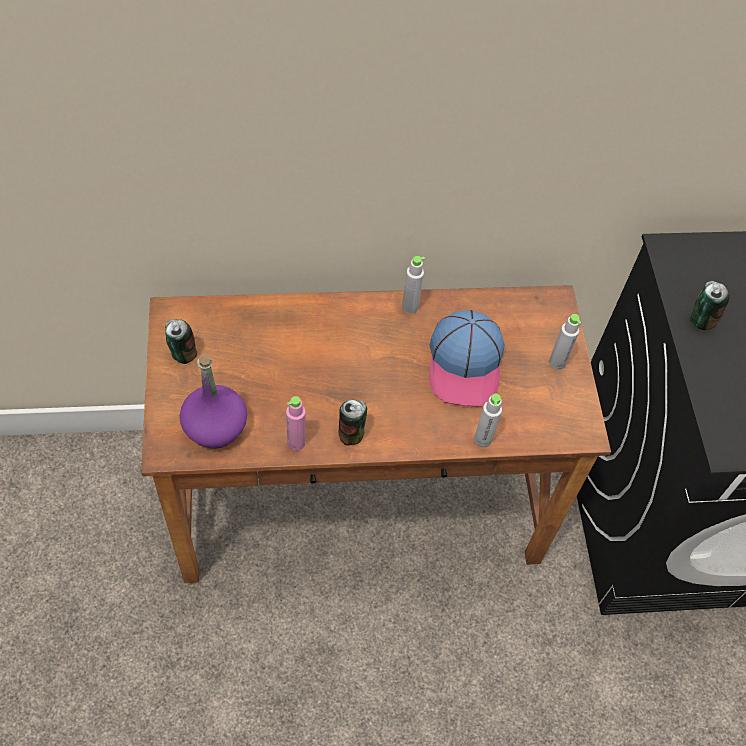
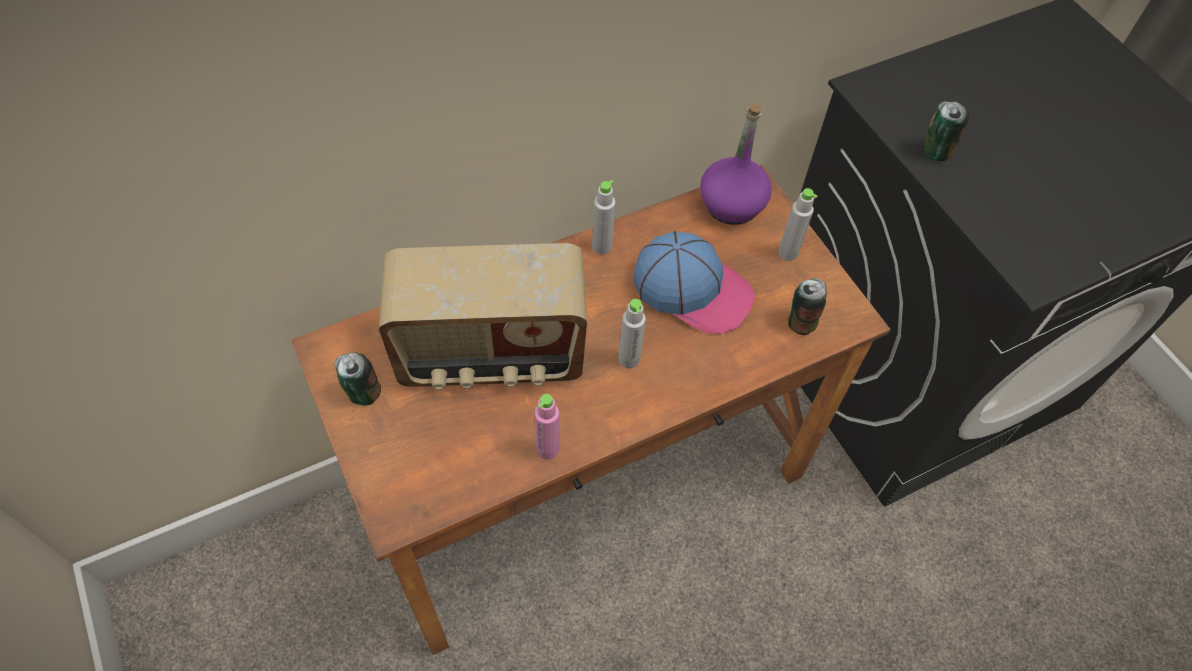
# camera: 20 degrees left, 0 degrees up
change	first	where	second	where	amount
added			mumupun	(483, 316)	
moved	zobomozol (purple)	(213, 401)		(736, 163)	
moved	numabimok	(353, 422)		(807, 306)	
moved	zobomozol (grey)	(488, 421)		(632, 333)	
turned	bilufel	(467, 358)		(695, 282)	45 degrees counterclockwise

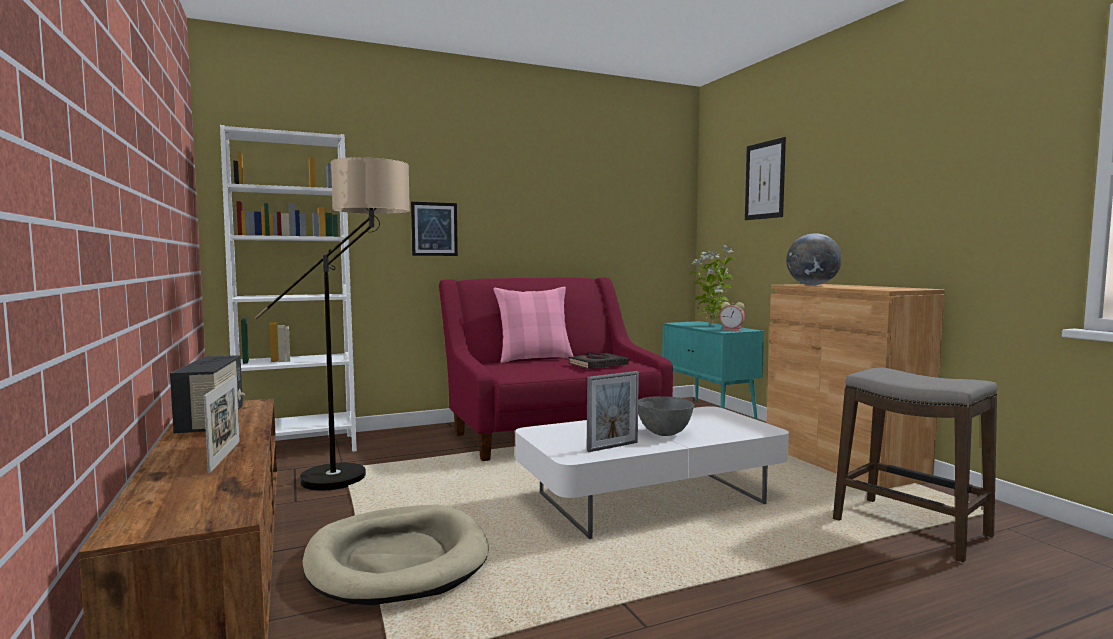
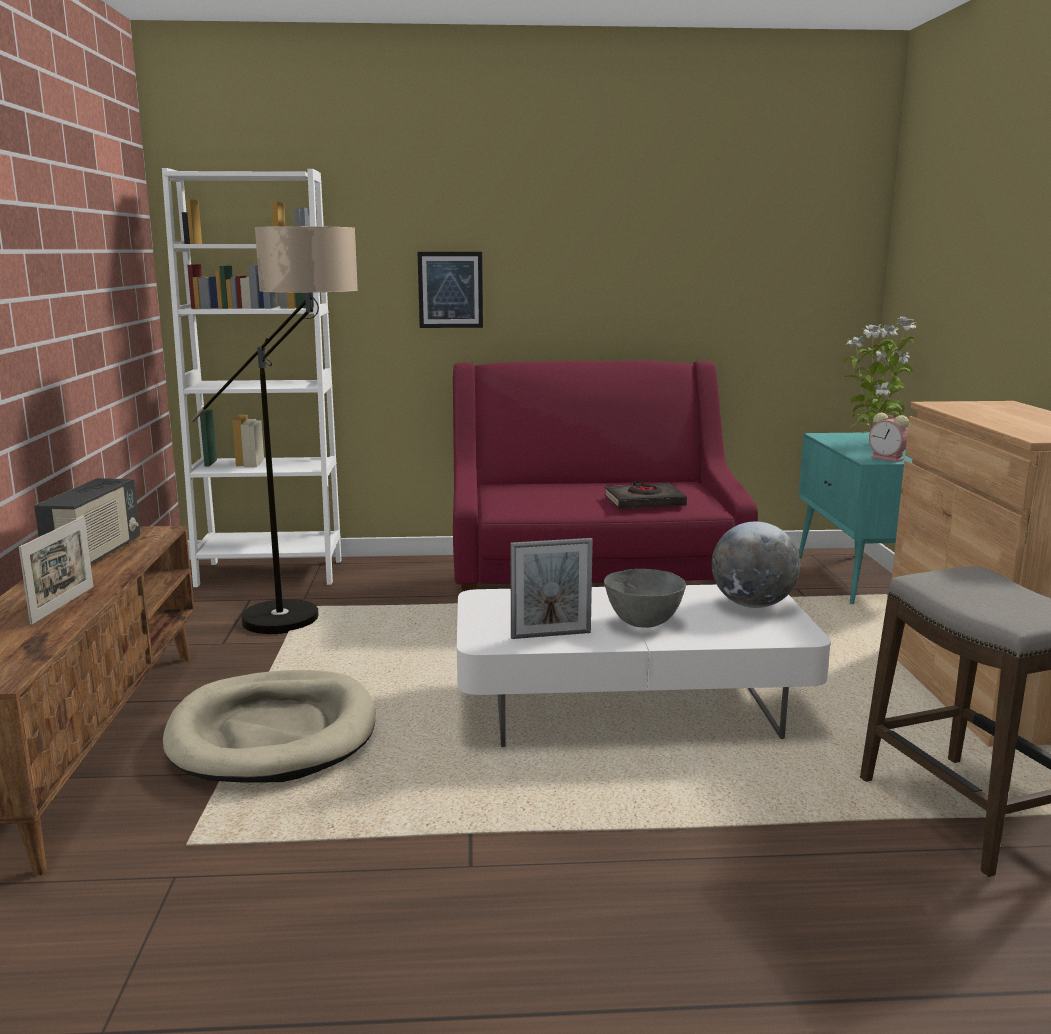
# camera: 20 degrees right, 10 degrees up
change	first	where	second	where	amount
removed	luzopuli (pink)	(533, 325)			
removed	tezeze	(765, 178)			
moved	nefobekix	(814, 259)		(756, 564)	

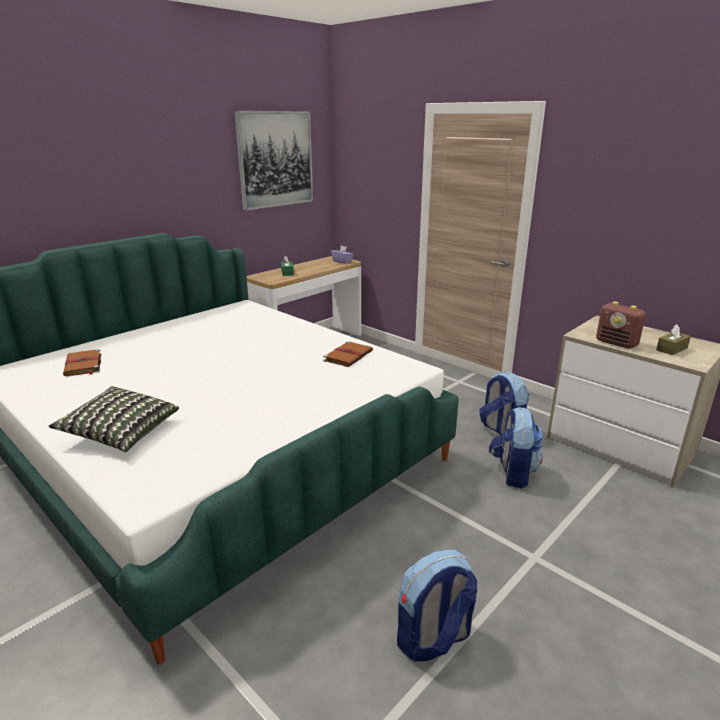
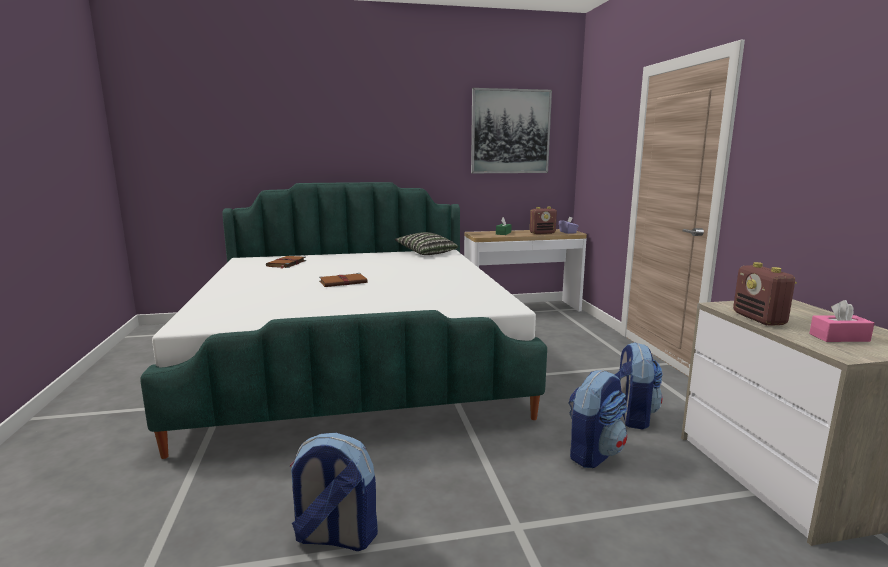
# camera: 35 degrees right, 10 degrees down
change	first	where	second	where	amount
added			mumupun	(543, 220)	
moved	luzopuli	(114, 419)		(426, 243)	
moved	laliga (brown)	(348, 354)		(343, 280)	
recoloured	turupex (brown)	(673, 339)	turupex (pink)	(841, 321)	

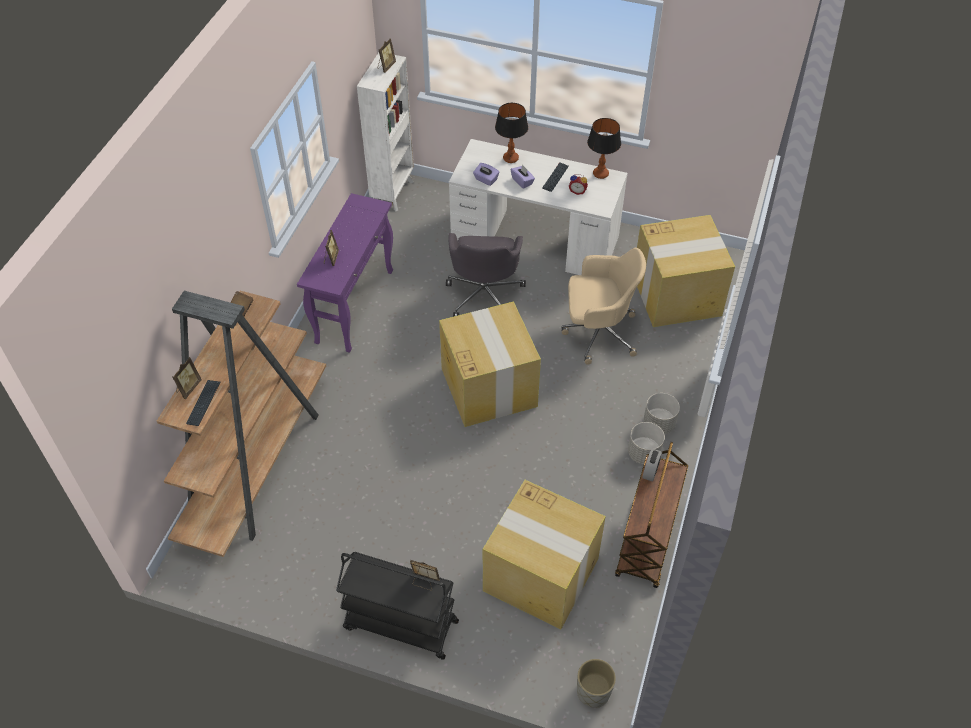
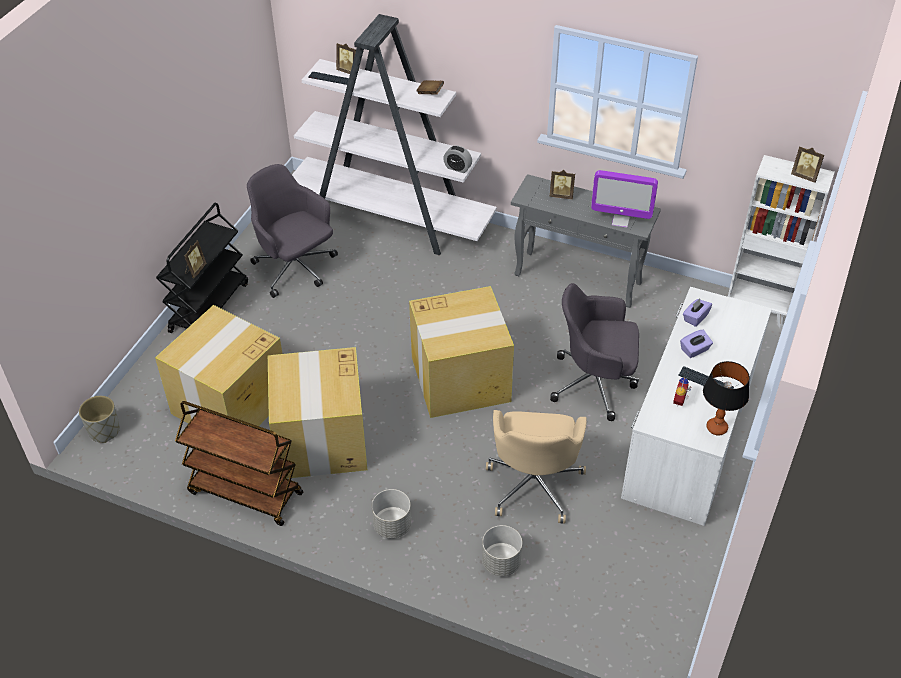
# camera: 95 degrees right, 5 degrees down
change	first	where	second	where	amount
removed	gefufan	(511, 133)			
added			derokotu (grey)	(292, 231)	
added			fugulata	(624, 199)	
moved	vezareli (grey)	(646, 443)		(502, 550)	
moved	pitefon	(686, 271)		(317, 413)	
moved	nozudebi	(652, 465)		(457, 159)	
recoloured	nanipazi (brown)	(241, 424)	nanipazi (white)	(394, 134)	
recoloured	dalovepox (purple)	(345, 273)	dalovepox (grey)	(586, 241)	

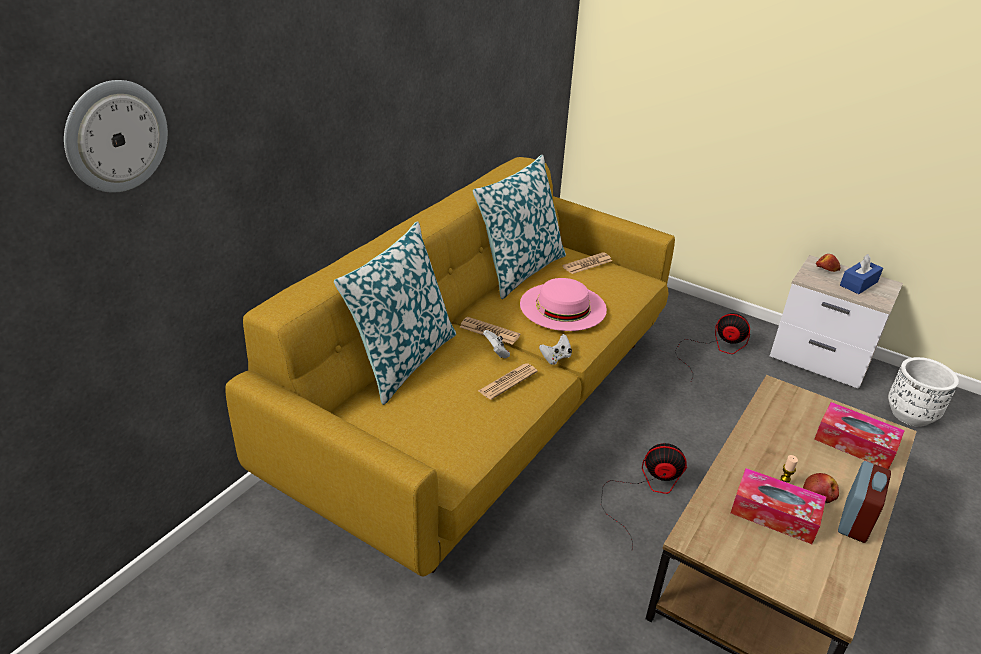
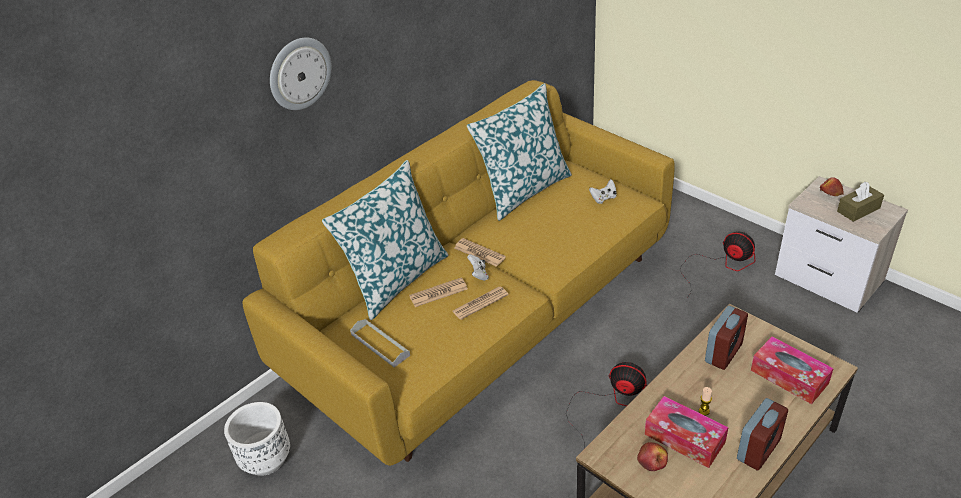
# camera: 15 degrees right, 5 degrees up
change	first	where	second	where	amount
removed	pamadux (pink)	(563, 304)			
added			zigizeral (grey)	(380, 343)	
added			nozudebi	(726, 338)	
moved	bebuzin	(116, 136)		(301, 74)	
moved	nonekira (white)	(555, 349)		(603, 191)	
moved	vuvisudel	(587, 263)		(438, 292)	
moved	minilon	(821, 488)		(652, 456)	
moved	vezareli (white)	(923, 392)		(257, 439)	
recoloured	turupex (blue)	(861, 274)	turupex (brown)	(860, 202)	

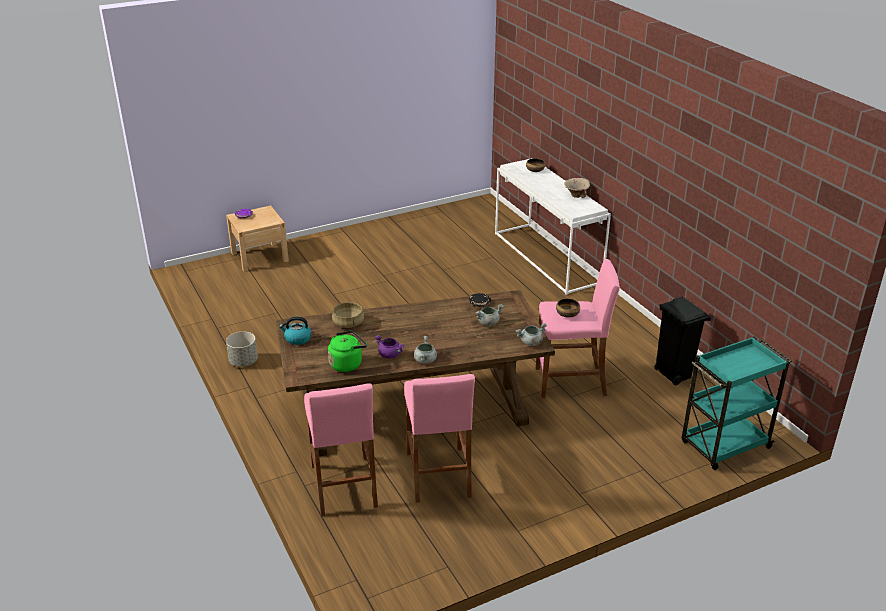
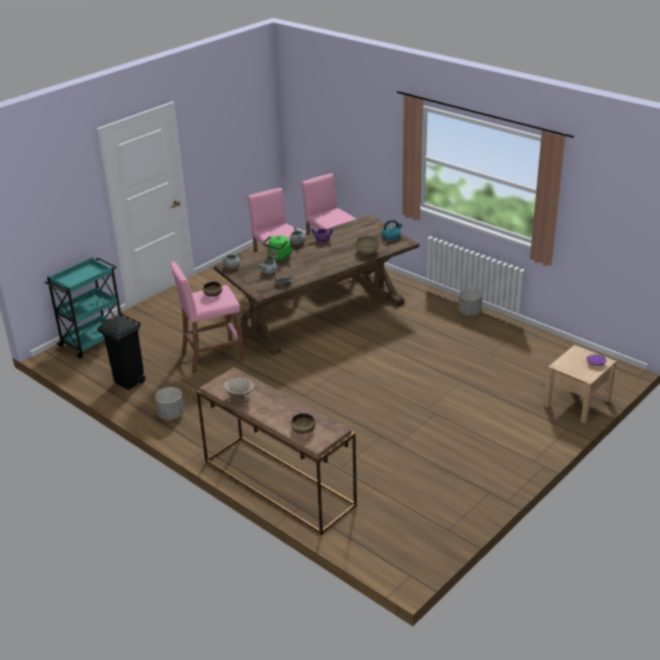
# camera: 160 degrees right, 0 degrees up
change	first	where	second	where	amount
added			vezareli (grey)	(169, 403)	
moved	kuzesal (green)	(347, 351)		(278, 248)	
recoloured	dalovepox (white)	(553, 226)	dalovepox (brown)	(276, 451)	

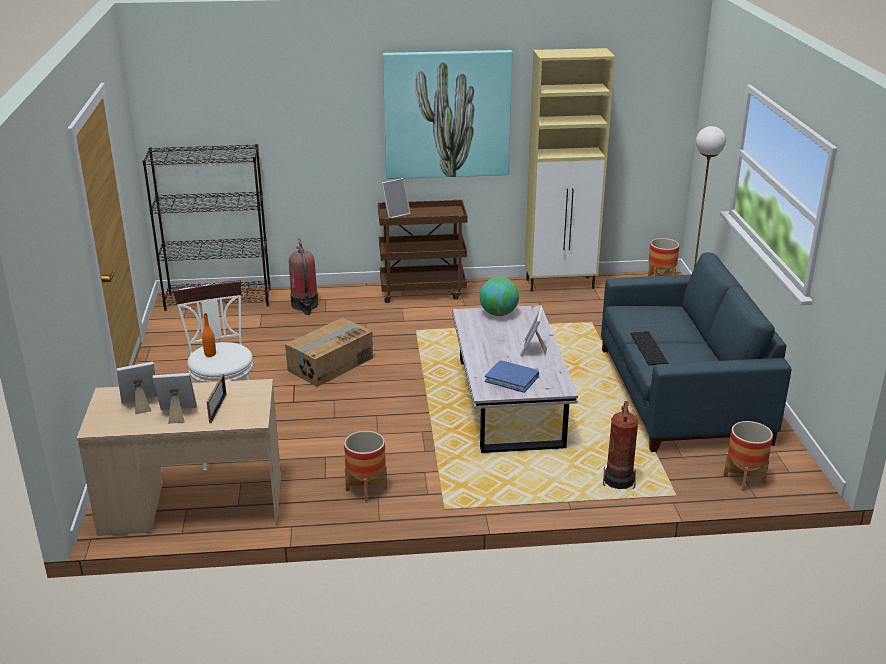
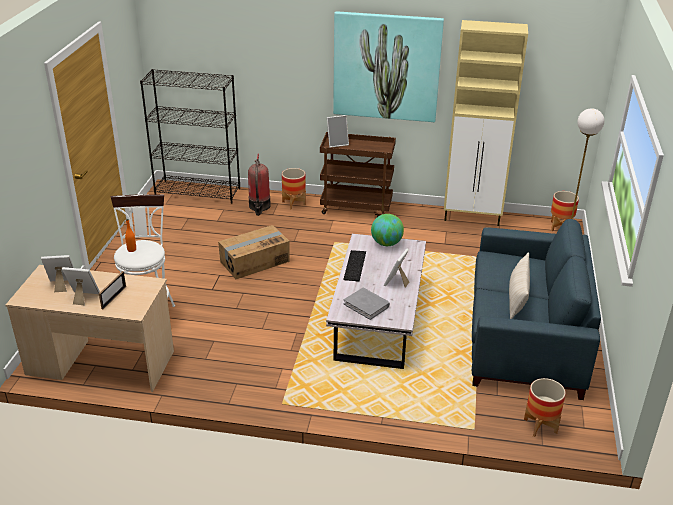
# camera: 15 degrees right, 5 degrees up
change	first	where	second	where	amount
removed	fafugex	(621, 445)			
added			luzopuli (beige)	(519, 285)	
moved	vezareli	(365, 466)		(294, 189)	
moved	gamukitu	(649, 348)		(354, 266)	
recoloured	laliga (blue)	(512, 376)	laliga (grey)	(366, 304)	

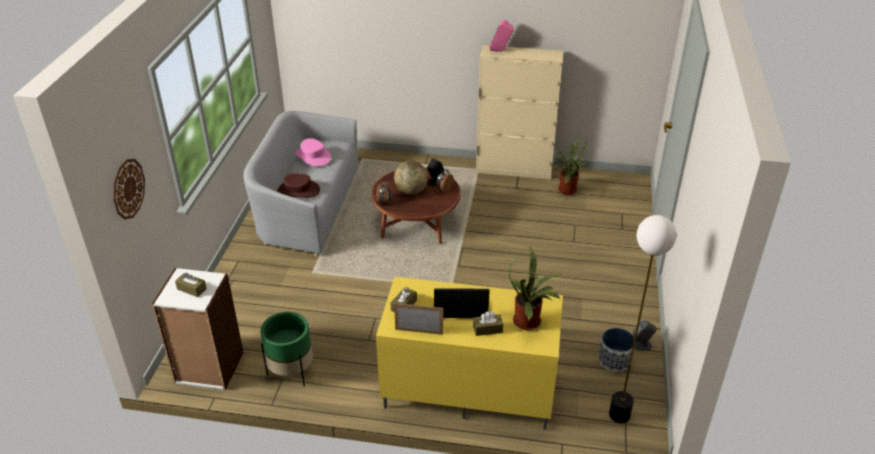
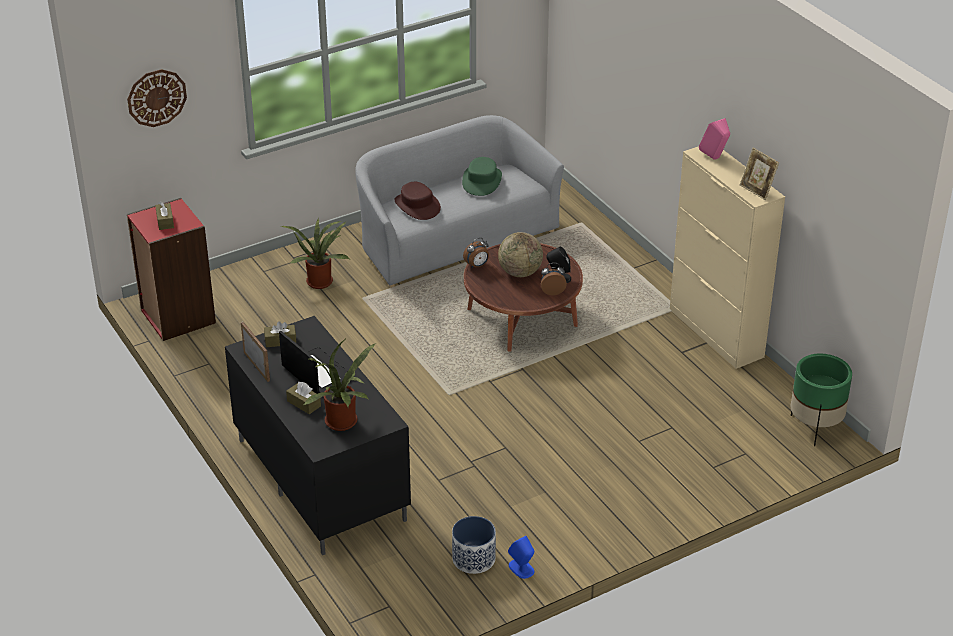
# camera: 50 degrees right, 0 degrees up
change	first	where	second	where	amount
removed	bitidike	(643, 319)			
added			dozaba	(759, 174)	
moved	vezareli (green)	(286, 349)		(821, 400)	
moved	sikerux	(570, 166)		(314, 254)	
recoloured	nanipazi (white)	(198, 329)	nanipazi (red)	(171, 269)	
recoloured	pamadux (pink)	(313, 152)	pamadux (green)	(482, 176)	
recoloured	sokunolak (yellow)	(469, 353)	sokunolak (black)	(318, 435)	
recoloured	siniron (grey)	(645, 335)	siniron (blue)	(521, 557)	

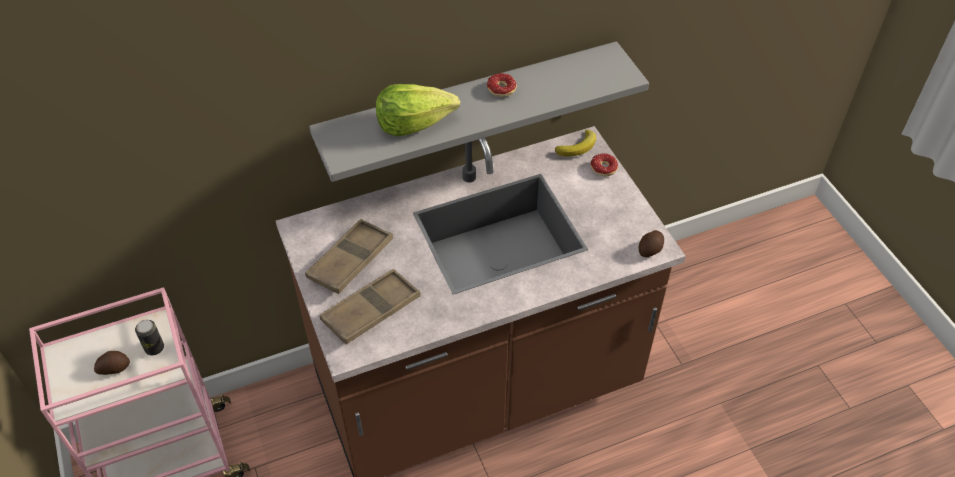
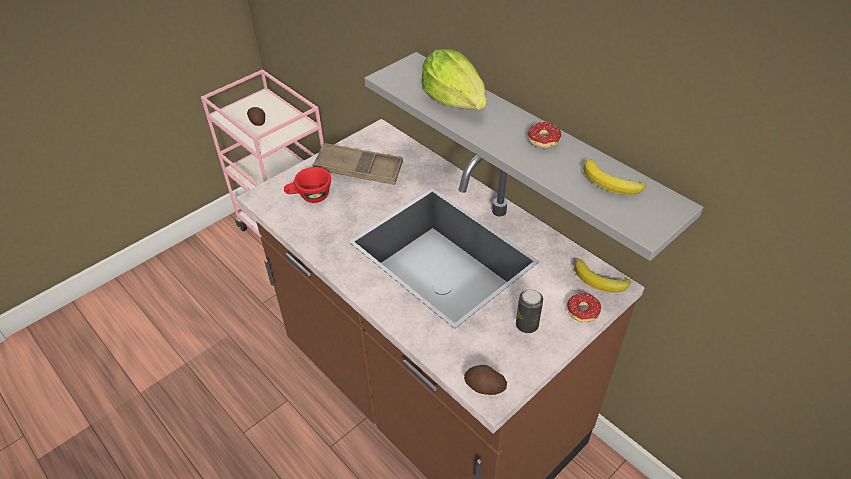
# camera: 70 degrees right, 5 degrees down
change	first	where	second	where	amount
added			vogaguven	(614, 177)	
moved	numabimok	(149, 337)		(529, 311)	
replaced	zigizeral (brown)	(370, 307)	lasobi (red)	(307, 185)	

